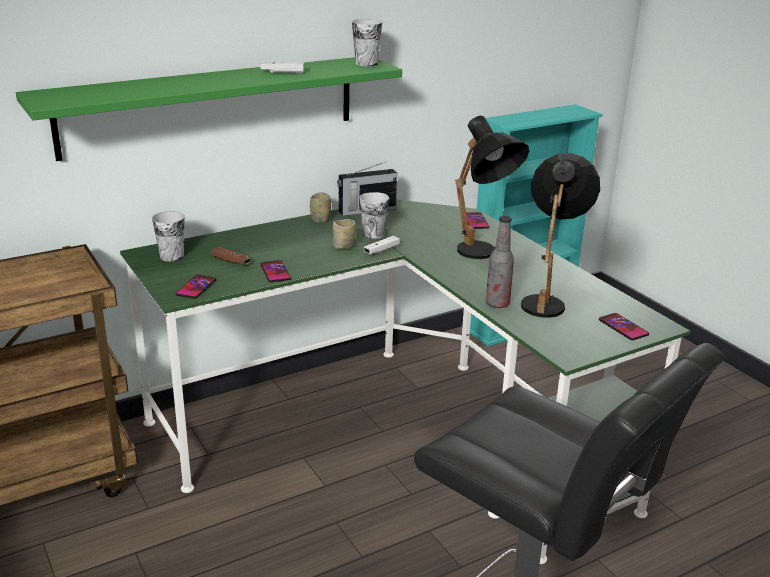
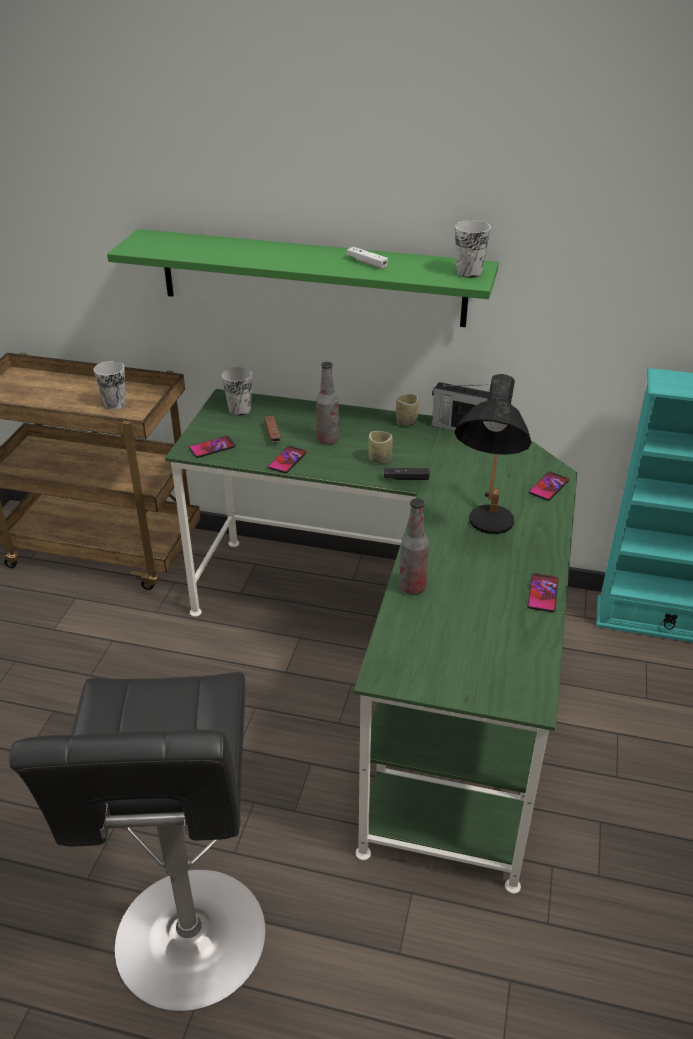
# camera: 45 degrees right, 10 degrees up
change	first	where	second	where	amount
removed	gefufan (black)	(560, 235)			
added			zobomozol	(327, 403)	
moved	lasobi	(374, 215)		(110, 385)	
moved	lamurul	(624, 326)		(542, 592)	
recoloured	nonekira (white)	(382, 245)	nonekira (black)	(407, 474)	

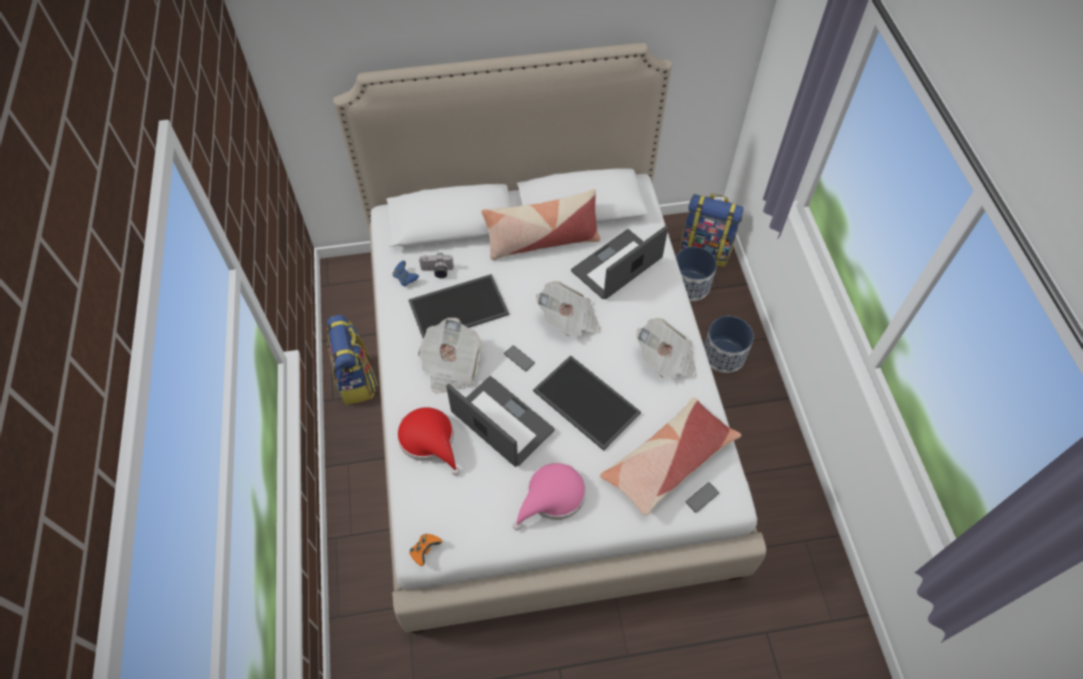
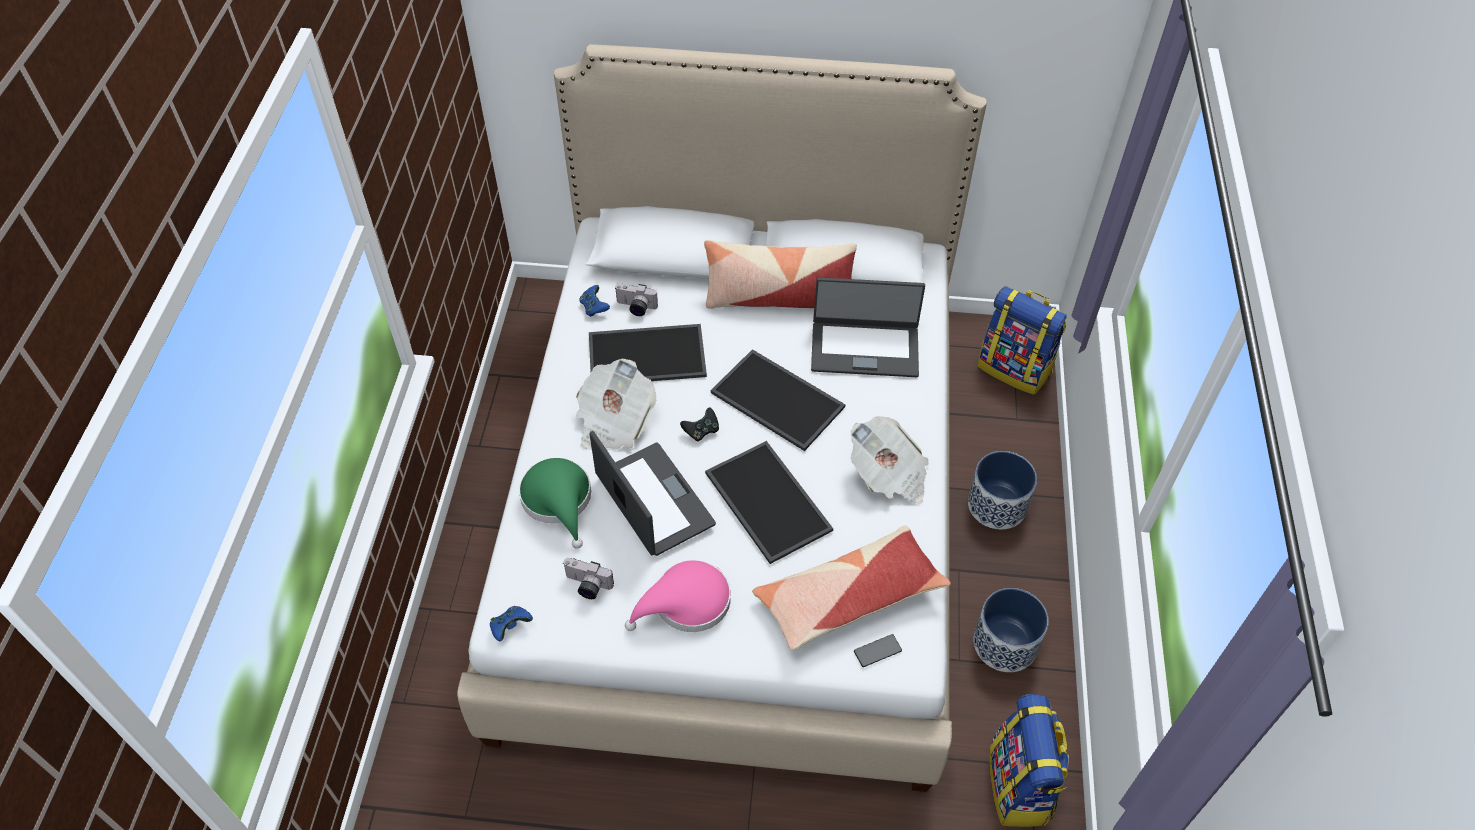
# camera: 15 degrees right, 5 degrees down
change	first	where	second	where	amount
added			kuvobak	(588, 578)	
moved	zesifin	(352, 360)		(1029, 760)	
moved	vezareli	(696, 273)		(1011, 630)	
replaced	lamurul	(519, 358)	nonekira (black)	(699, 424)	
replaced	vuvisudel	(568, 308)	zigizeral	(778, 400)	
recoloured	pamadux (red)	(428, 441)	pamadux (green)	(555, 503)	
recoloured	nonekira (orange)	(425, 550)	nonekira (blue)	(511, 623)	
turned	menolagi	(619, 262)		(868, 327)	150 degrees counterclockwise

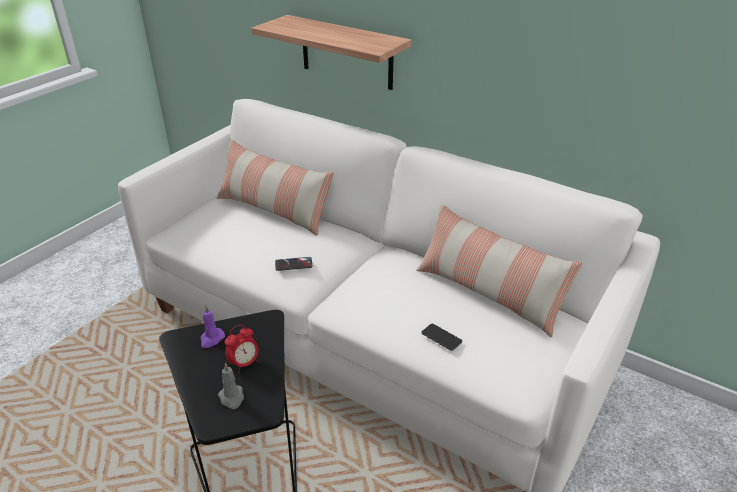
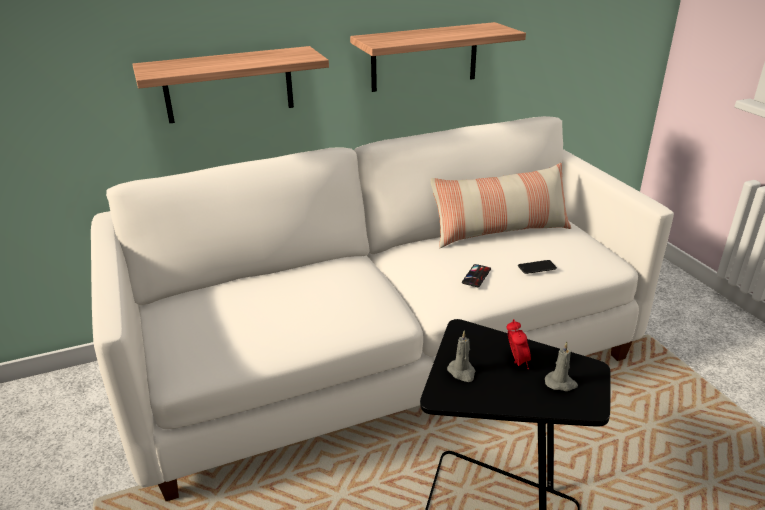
# camera: 55 degrees left, 5 degrees down
change	first	where	second	where	amount
removed	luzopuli	(275, 187)			
added			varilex	(438, 57)	
moved	lamurul	(294, 264)		(476, 275)	
recoloured	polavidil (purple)	(212, 327)	polavidil (grey)	(461, 356)	

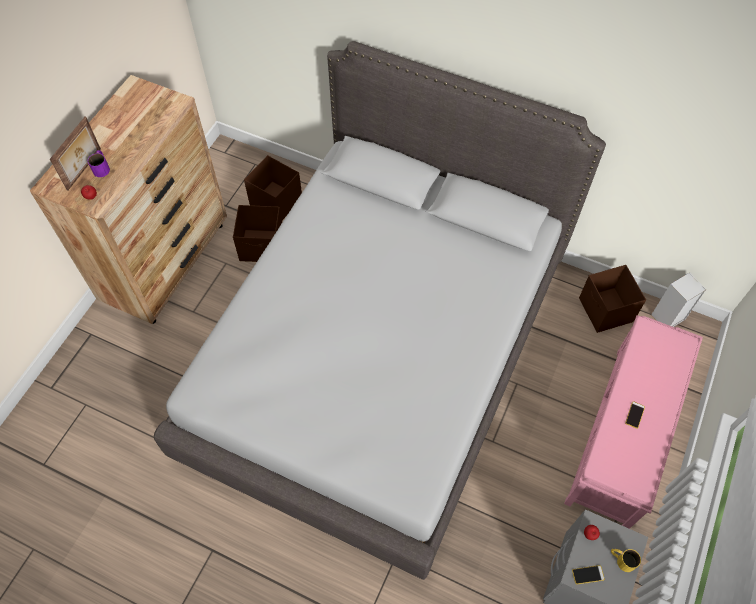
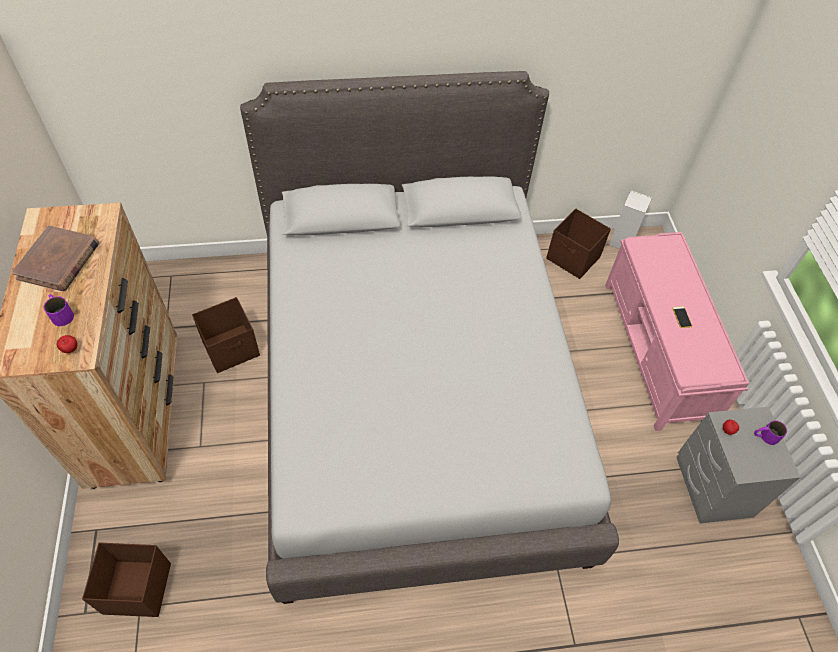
# camera: 35 degrees left, 5 degrees down
change	first	where	second	where	amount
removed	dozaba	(75, 153)			
removed	lamurul	(588, 574)			
added			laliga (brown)	(55, 258)	
moved	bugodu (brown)	(273, 187)		(126, 579)	
recoloured	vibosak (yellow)	(626, 560)	vibosak (purple)	(770, 432)	

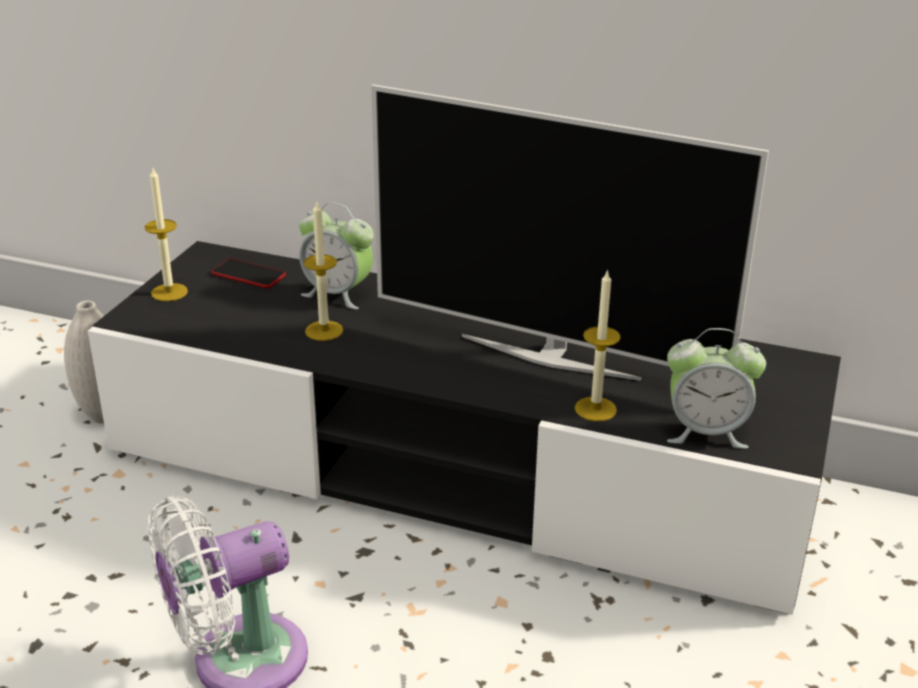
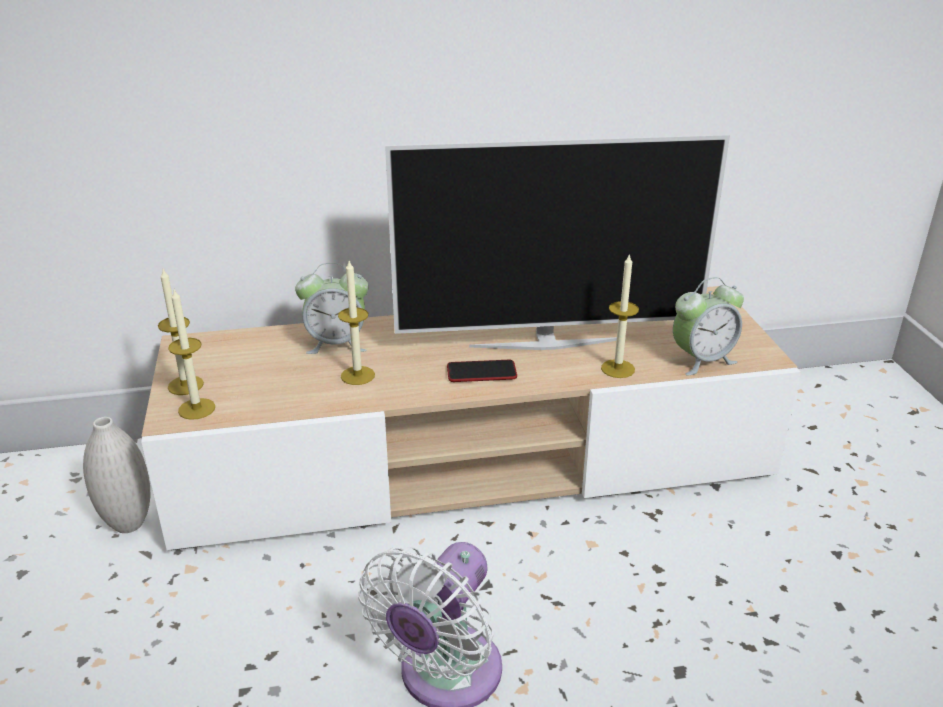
# camera: 30 degrees left, 0 degrees up
change	first	where	second	where	amount
added			polavidil	(191, 354)	
moved	lamurul	(248, 273)		(482, 371)	
recoloured	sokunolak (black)	(464, 428)	sokunolak (beige)	(471, 418)	

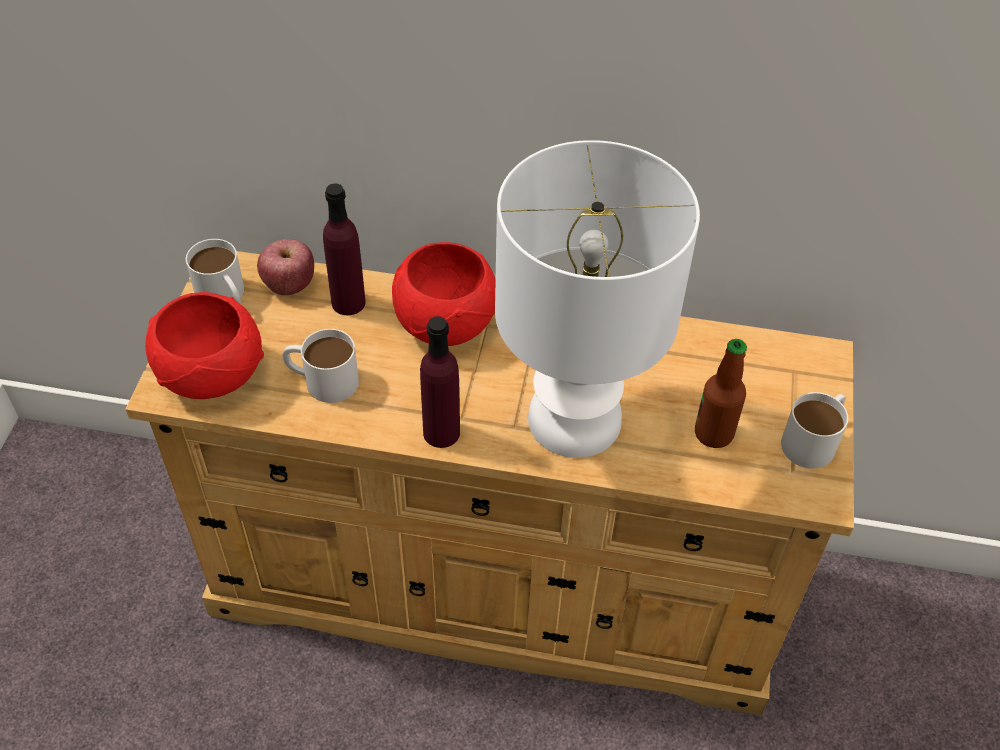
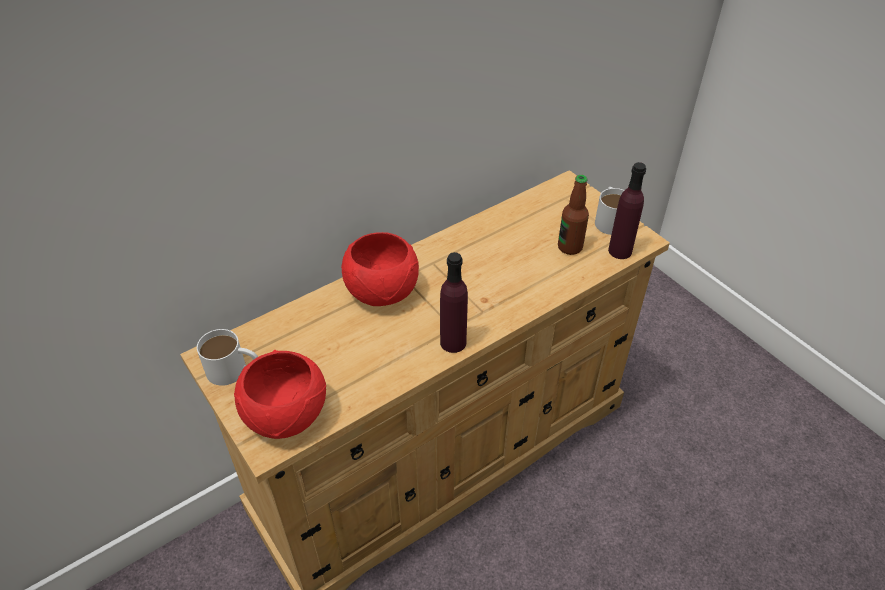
# camera: 45 degrees left, 5 degrees down
change	first	where	second	where	amount
removed	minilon	(285, 267)			
removed	vibosak (white)	(320, 366)			
removed	gefufan (white)	(597, 299)			
moved	zobomozol (purple)	(344, 249)		(627, 210)	

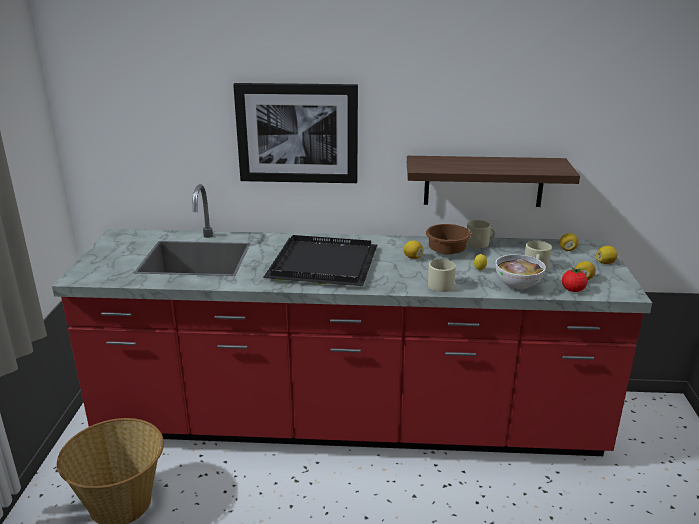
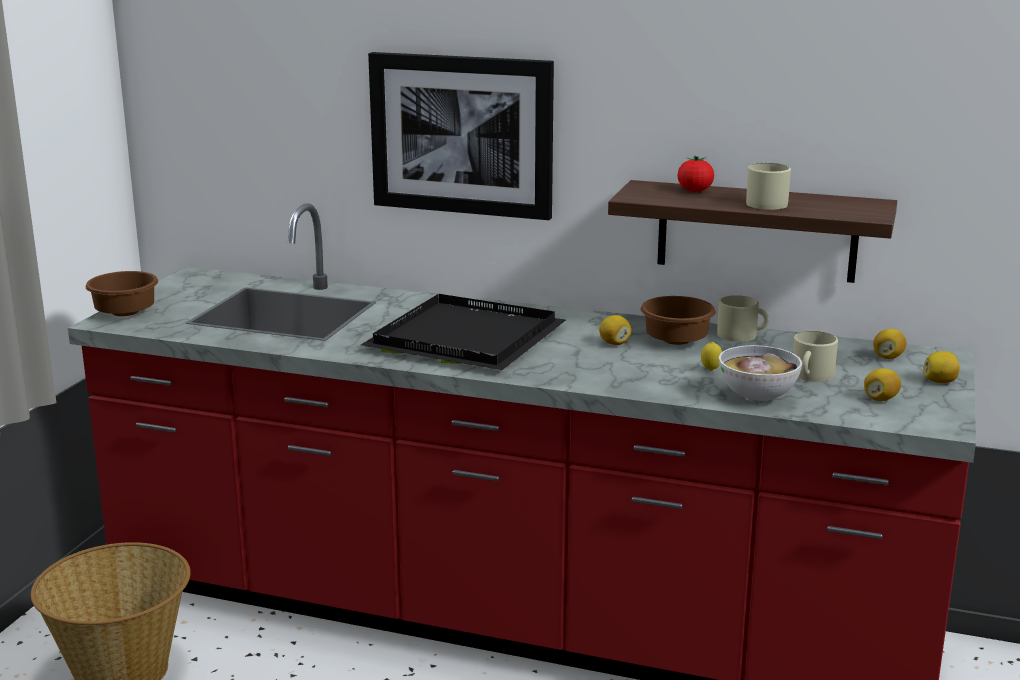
# camera: 15 degrees right, 5 degrees down
change	first	where	second	where	amount
added			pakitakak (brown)	(122, 293)	
moved	vibosak (beige)	(442, 275)		(768, 186)	
moved	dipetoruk	(575, 279)		(696, 174)	

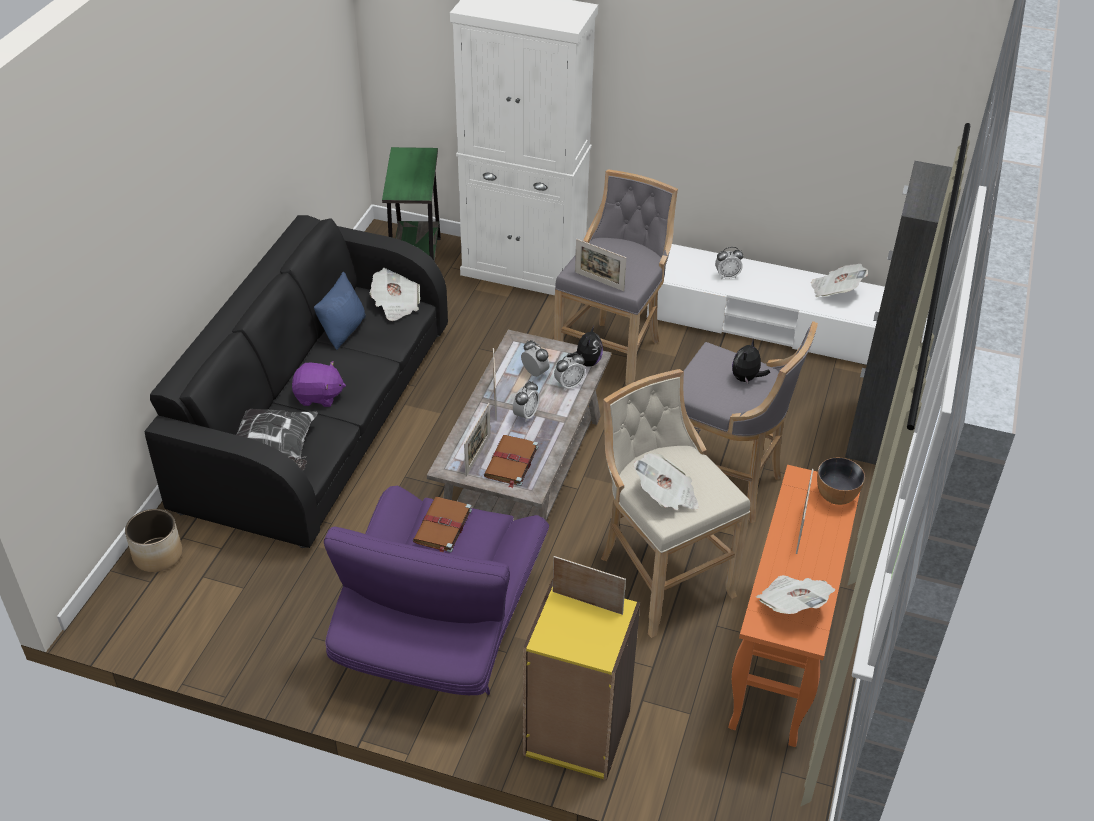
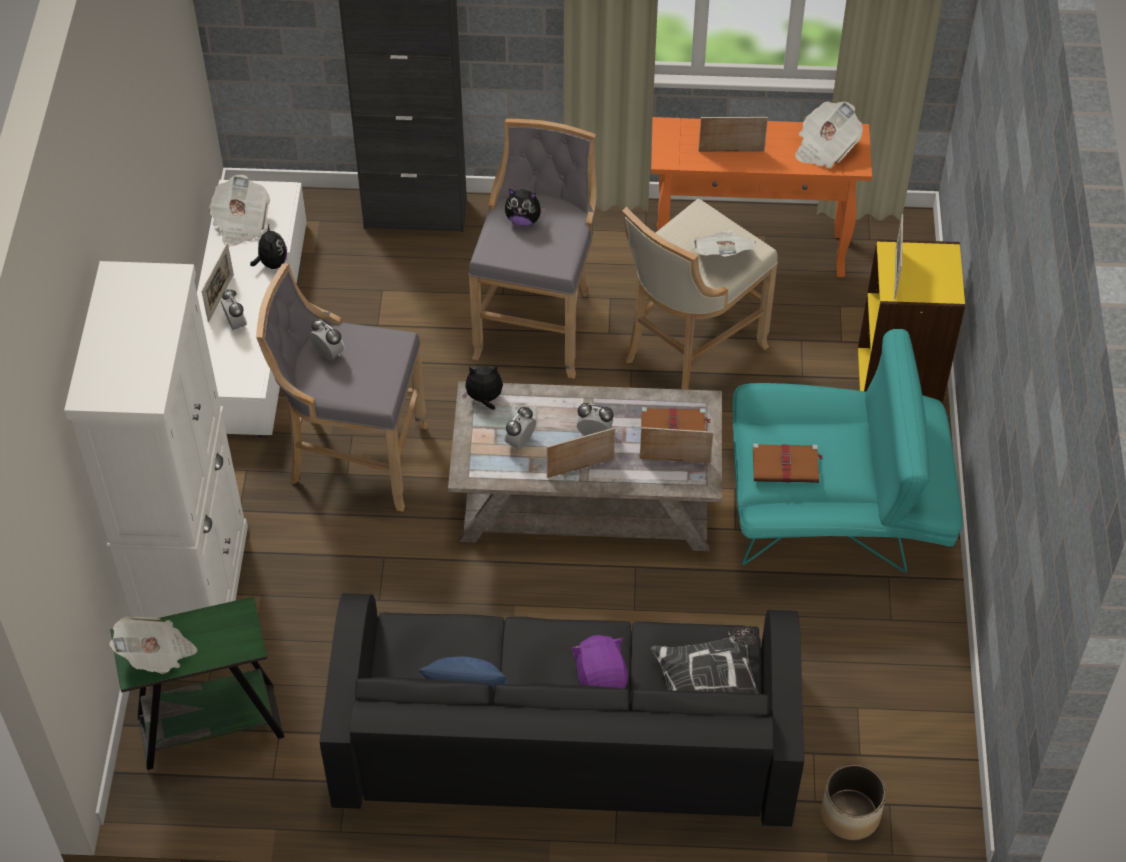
# camera: 105 degrees left, 10 degrees up
change	first	where	second	where	amount
removed	pakitakak	(841, 481)			
added			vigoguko	(268, 247)	
moved	vuvisudel	(395, 294)		(153, 645)	
moved	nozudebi	(569, 372)		(327, 339)	
moved	dozaba	(601, 265)		(217, 282)	
recoloured	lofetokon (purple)	(436, 590)	lofetokon (turquoise)	(847, 451)	

